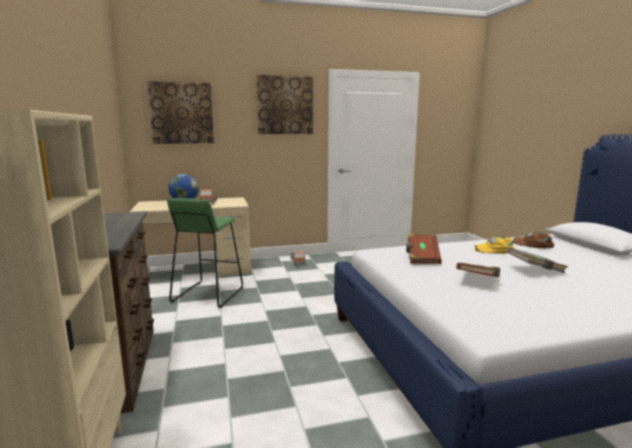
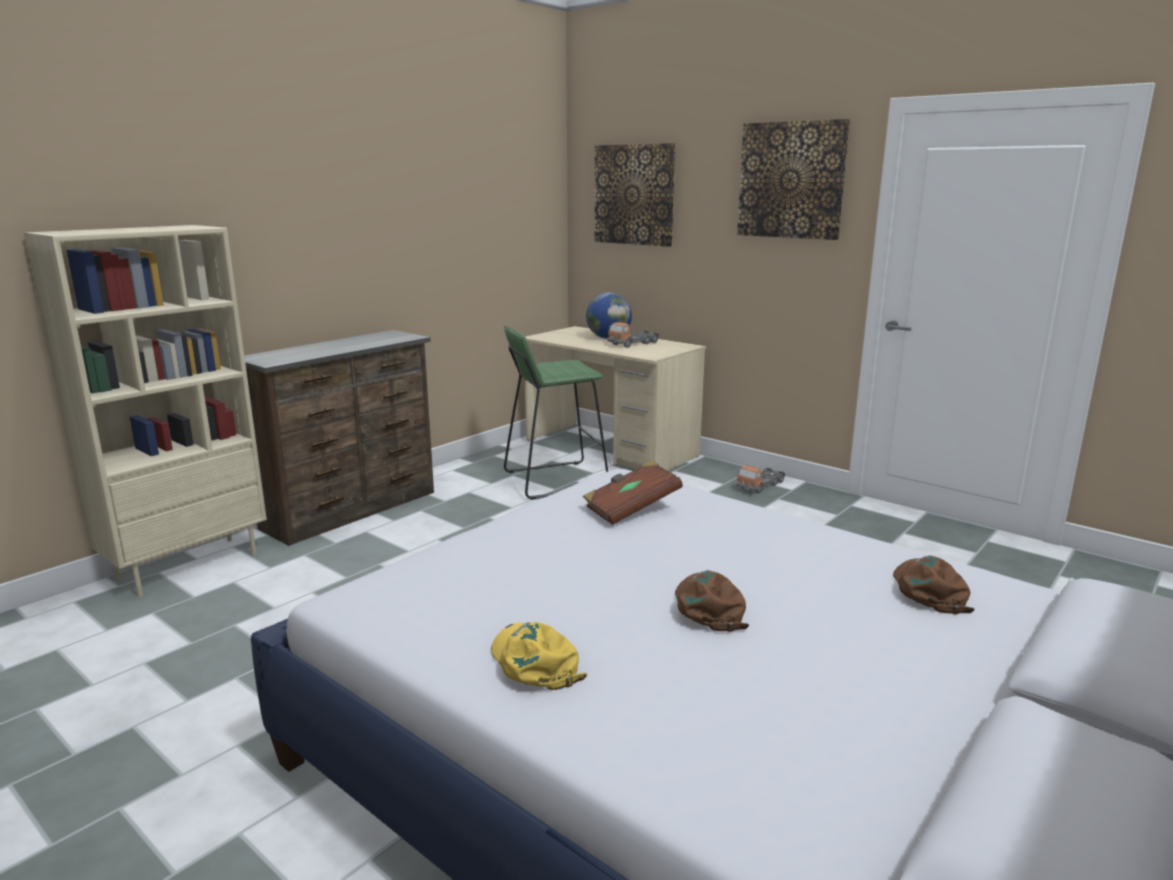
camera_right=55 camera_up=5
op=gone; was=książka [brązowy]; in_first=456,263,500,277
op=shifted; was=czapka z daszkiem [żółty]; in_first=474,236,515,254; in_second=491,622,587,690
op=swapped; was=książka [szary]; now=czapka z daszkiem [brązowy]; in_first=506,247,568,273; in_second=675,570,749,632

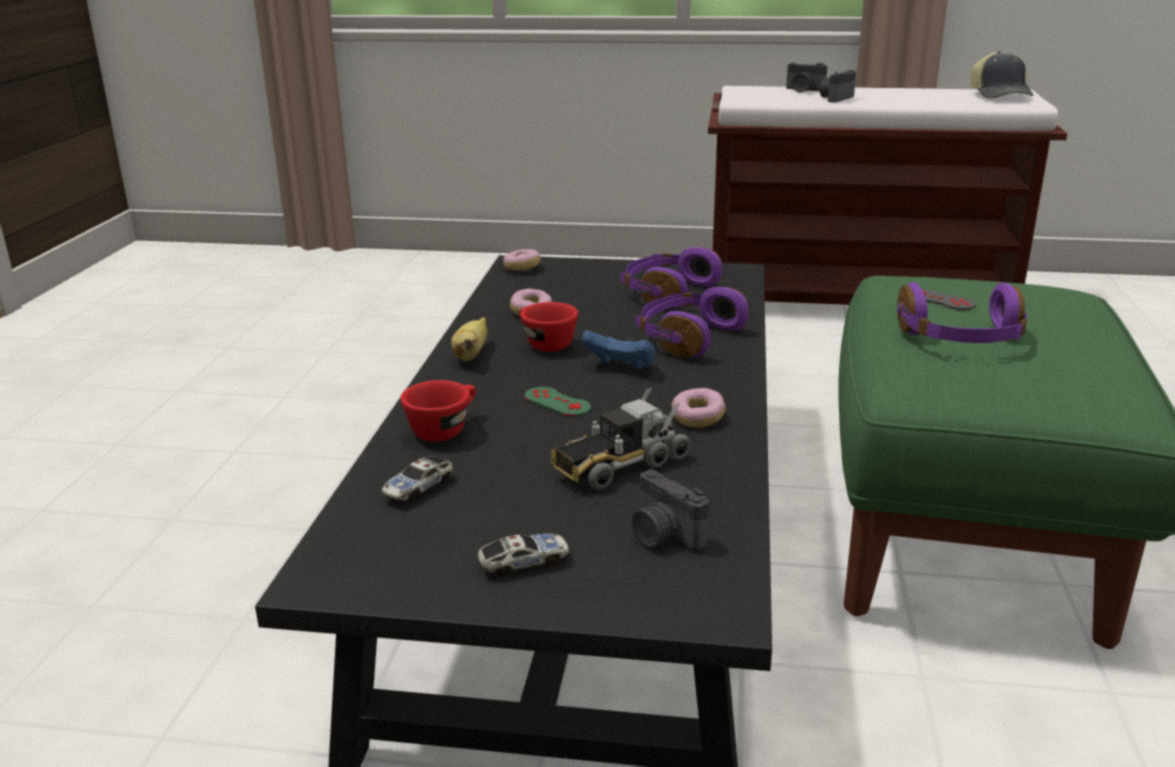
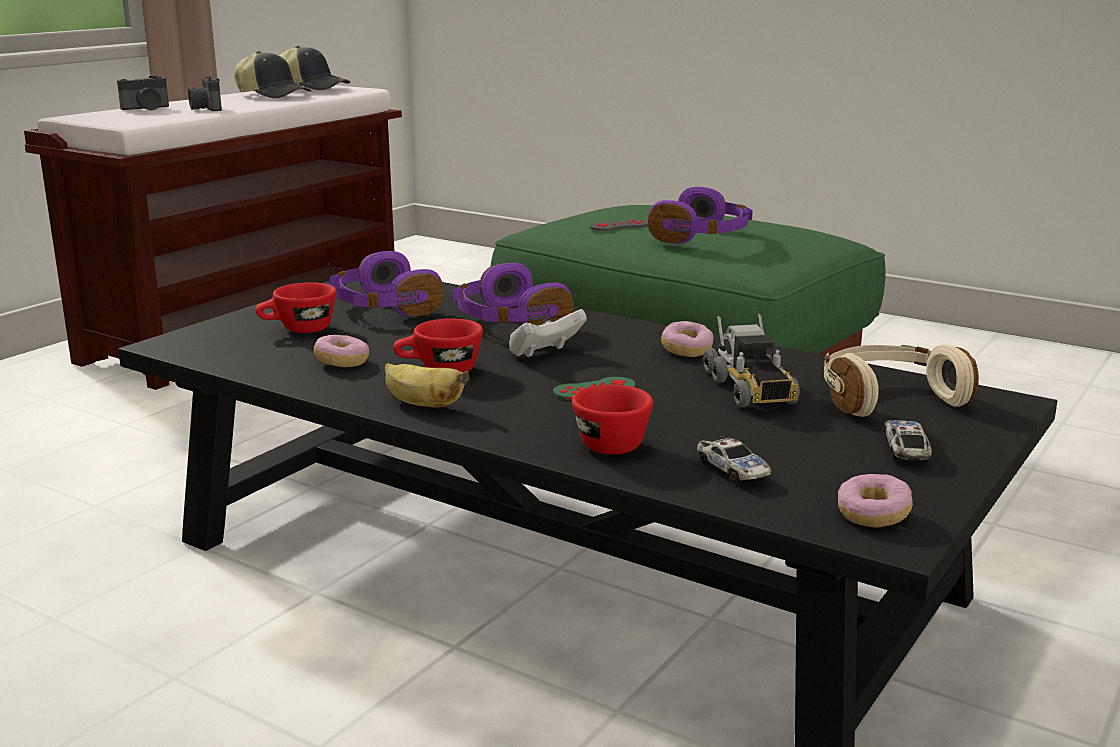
camera_right=-65 camera_up=-5
op=shifted; was=donut; in_first=503,249,540,271; in_second=838,474,913,528
op=repainted; was=pad do gier [niebieski]; now=pad do gier [biały]; in_first=582,330,655,370; in_second=509,309,587,358
op=swapped; was=aparat fotograficzny; now=słuchawki [beżowy]; in_first=631,470,709,552; in_second=823,344,979,417
op=new; now=czapka z daszkiem; in_second=234,51,312,98
op=new; now=filiżanka [czerwony]; in_second=255,282,336,333

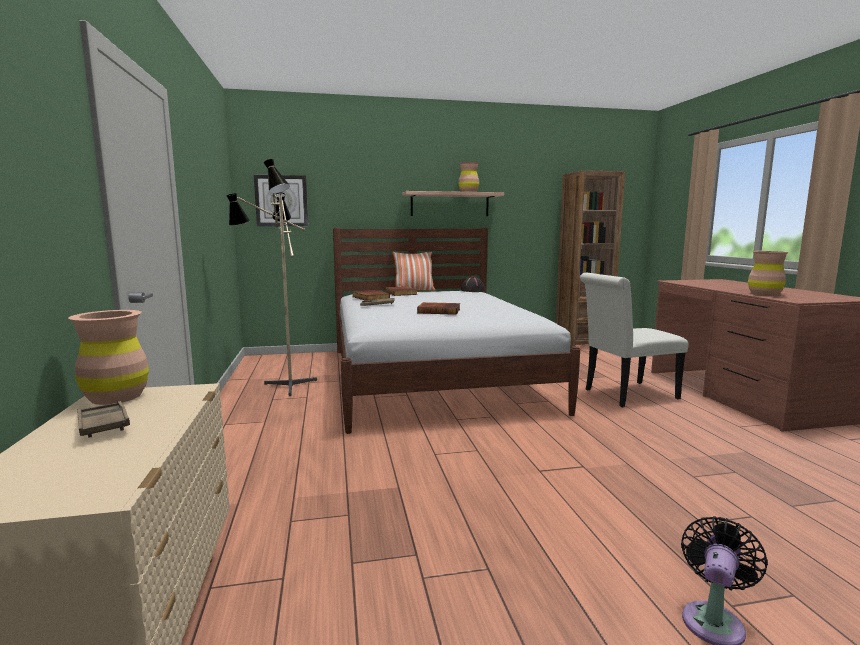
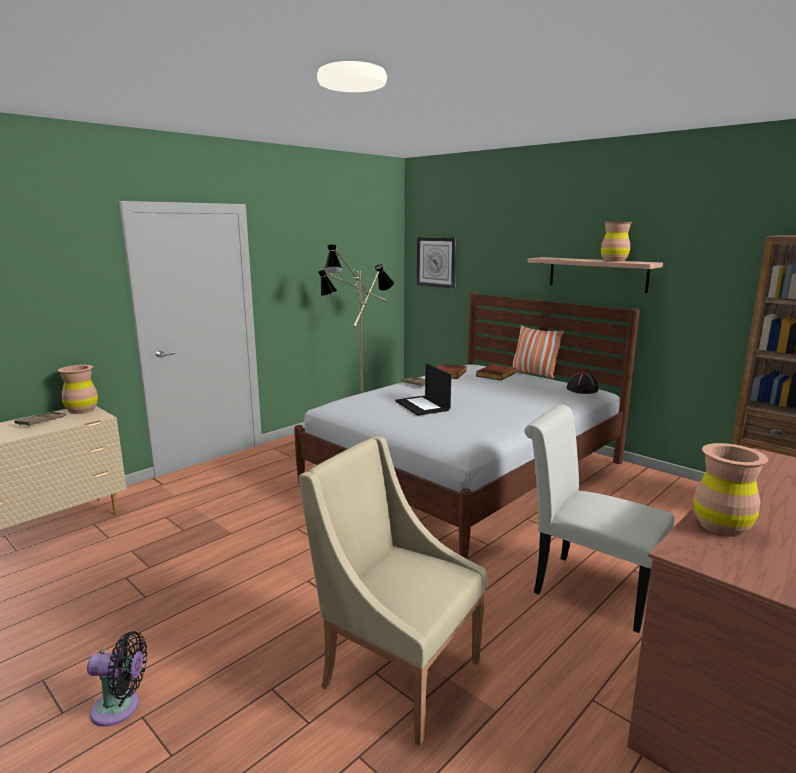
camera_right=55 camera_up=5
op=swapped; was=książka; now=laptop; in_first=417,302,460,315; in_second=395,364,451,416
op=new; now=fotel [beżowy]; in_second=299,436,487,746

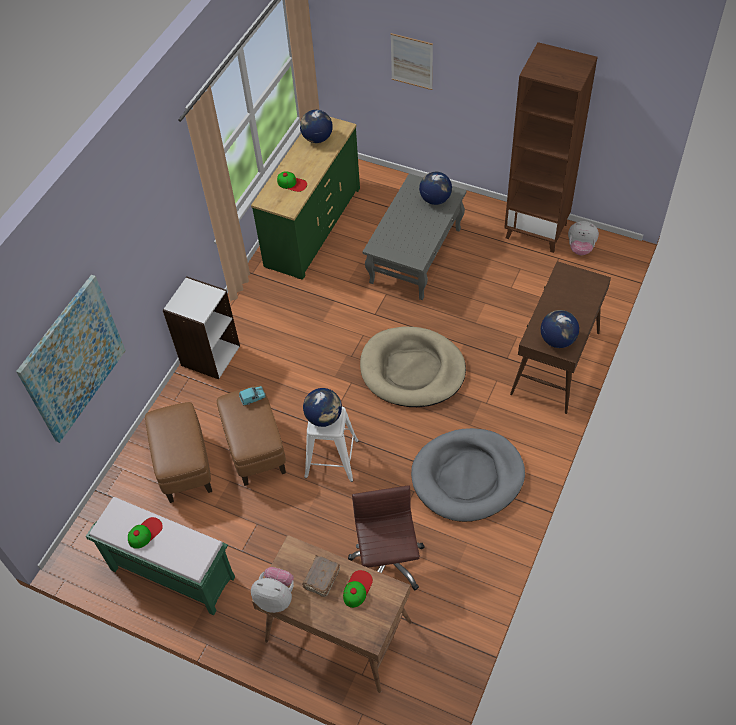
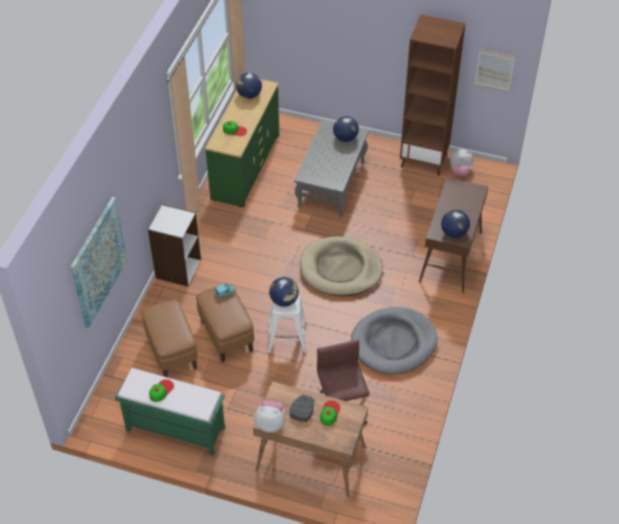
camera_right=-10 camera_up=-5
op=swapped; was=książka [brązowy]; now=czapka z daszkiem [czarny]; in_first=302,555,340,597; in_second=290,394,315,422
op=shifted; was=obraz; in_first=390,33,433,90; in_second=474,49,515,92

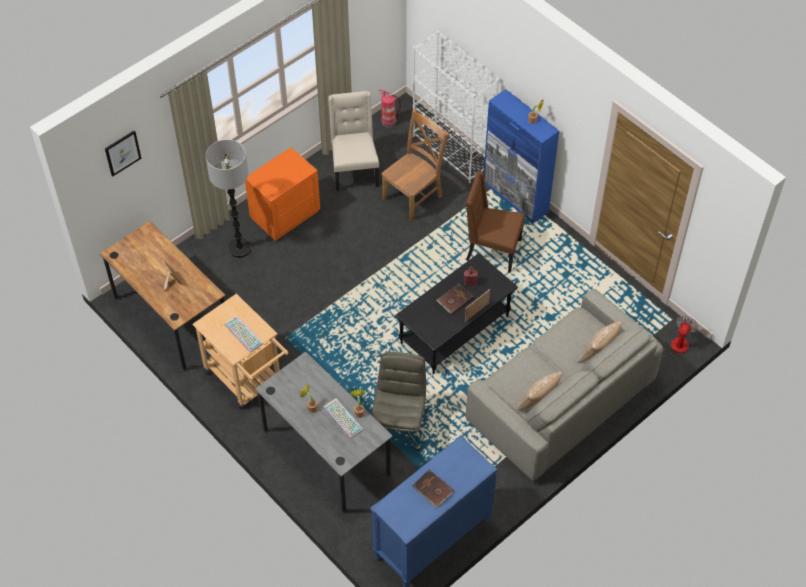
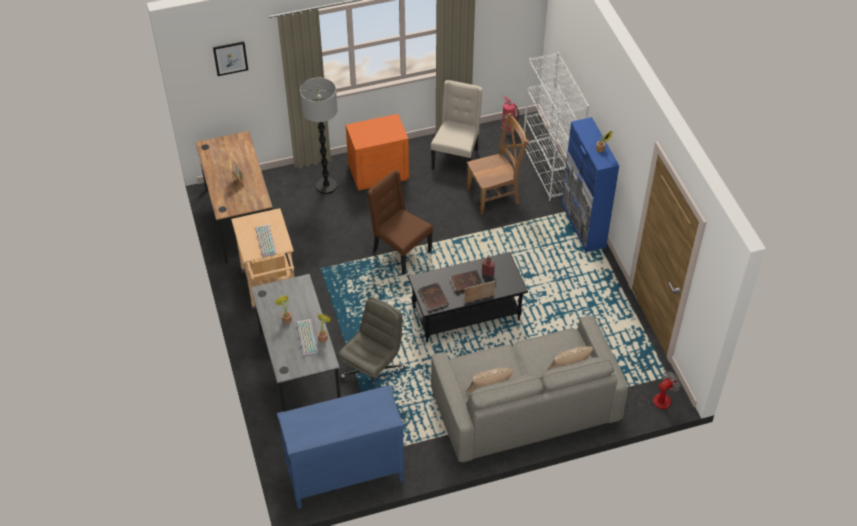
camera_right=25 camera_up=-5
op=shifted; was=książka [brązowy]; in_first=412,470,454,508; in_second=419,282,449,311
op=shifted; was=krzesło [brązowy]; in_first=466,171,525,273; in_second=367,170,433,275

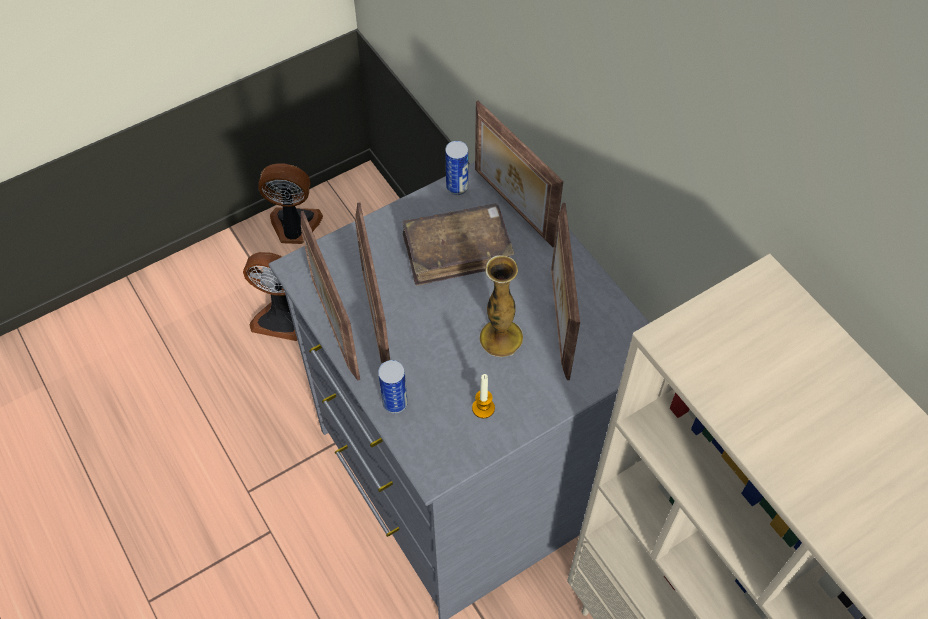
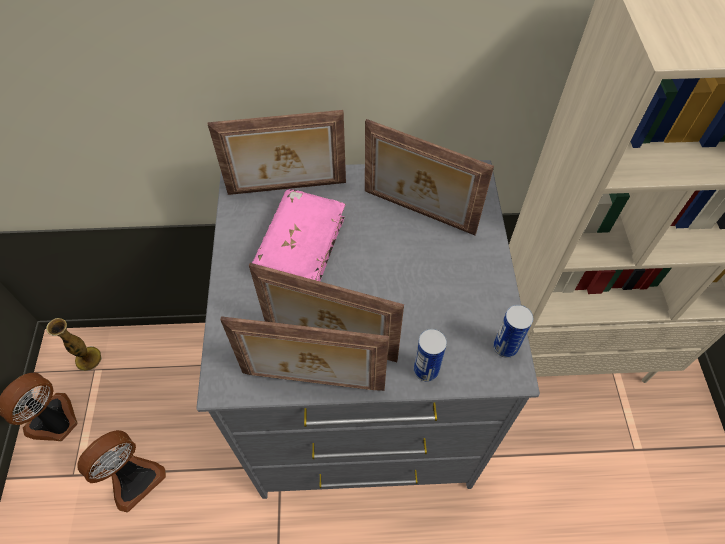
camera_right=-60 camera_up=0
op=repainted; was=książka [brązowy]; now=książka [różowy]; in_first=403,203,514,286; in_second=252,189,346,281
op=shifted; was=puszka; in_first=445,141,468,195; in_second=493,305,533,358
op=gone; was=świeca; in_first=472,374,495,418
op=shifted; was=wazon; in_first=479,255,523,357; in_second=46,318,102,371

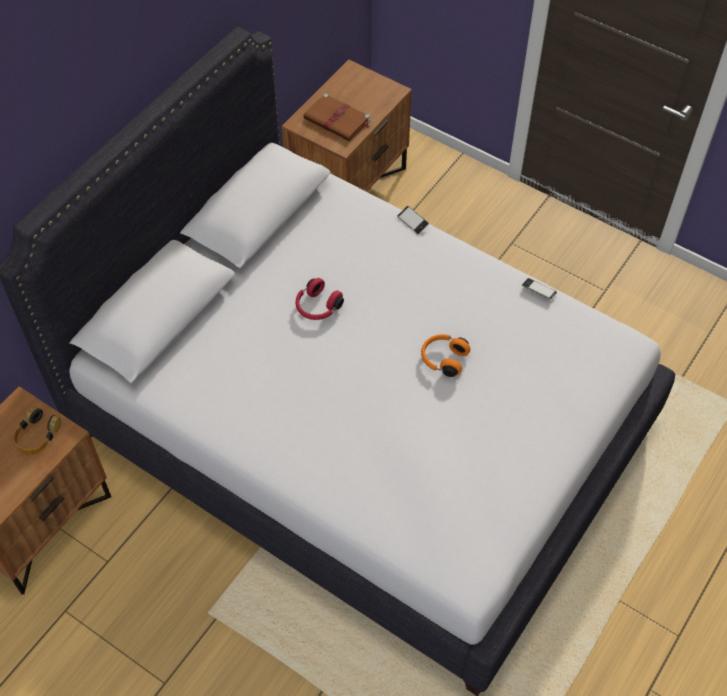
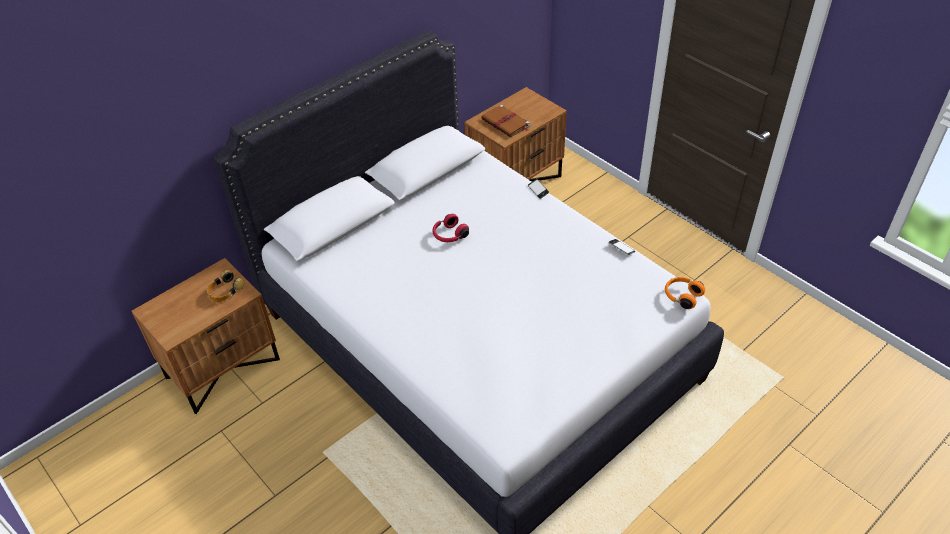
camera_right=15 camera_up=-10
op=shifted; was=słuchawki [pomarańczowy]; in_first=421,334,470,377; in_second=665,277,705,309

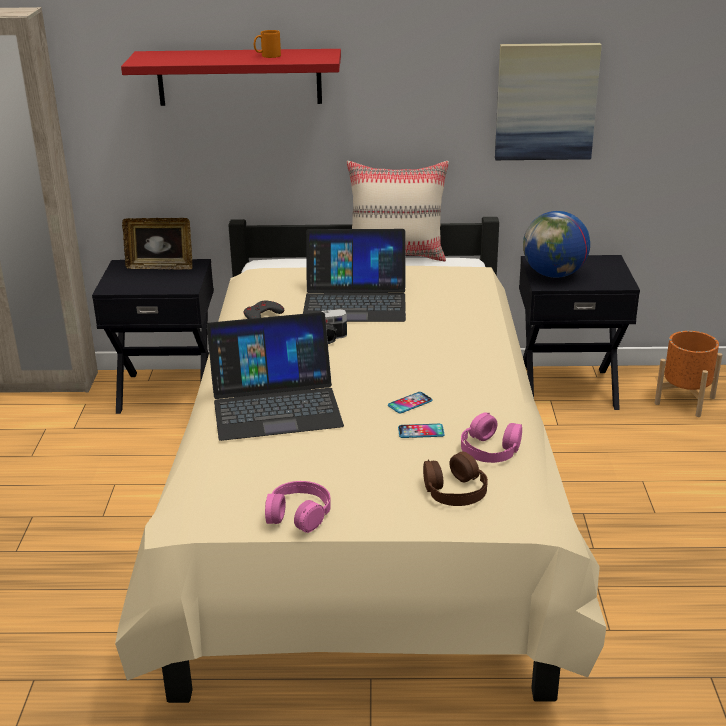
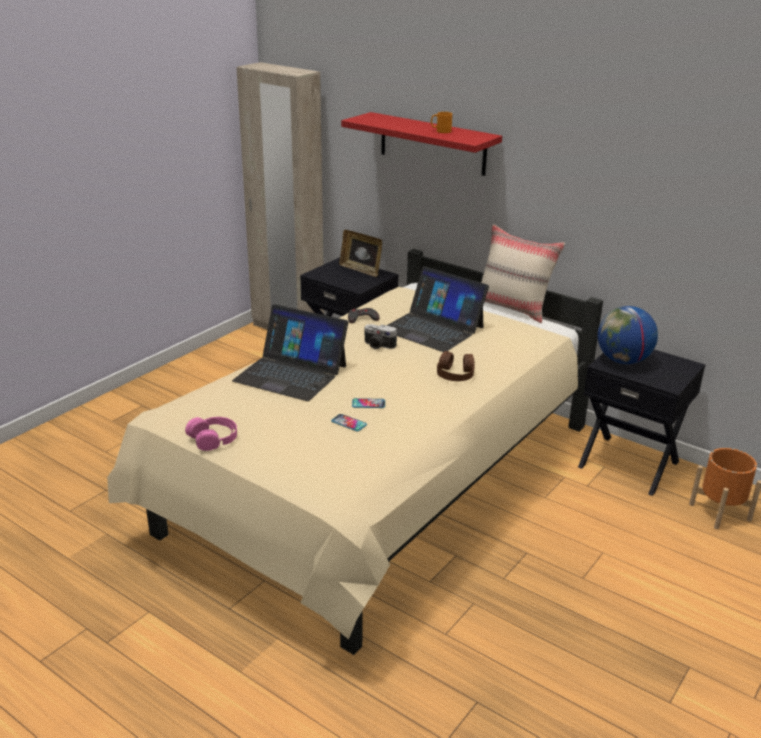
camera_right=35 camera_up=0
op=shifted; was=słuchawki [brązowy]; in_first=423,451,488,506; in_second=437,351,475,381
op=gone; was=słuchawki [różowy]; in_first=461,413,522,463
op=gone; was=obraz; in_first=495,43,602,160

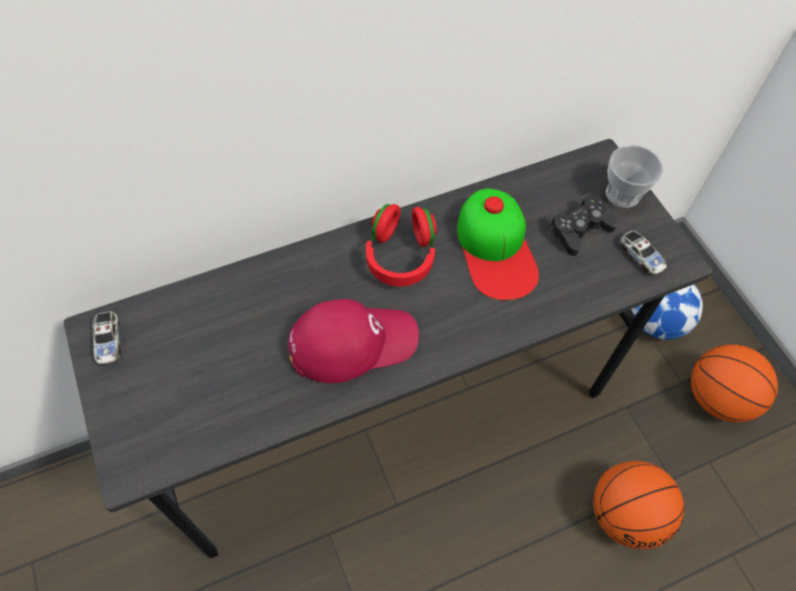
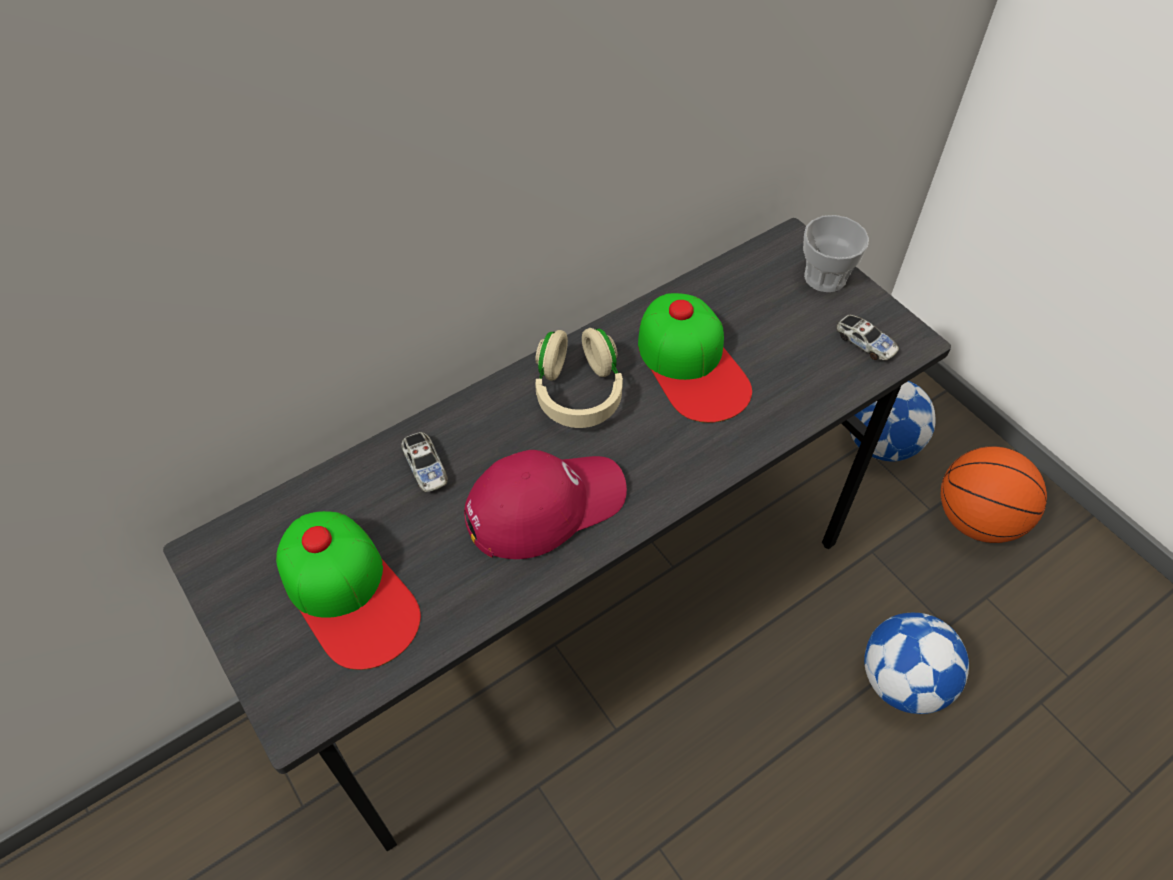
camera_right=-10 camera_up=-5
op=shifted; was=samochodzik; in_first=93,311,121,364; in_second=401,432,448,492
op=repainted; was=słuchawki [czerwony]; now=słuchawki [beżowy]; in_first=366,204,437,287; in_second=535,328,623,428
op=gone; was=pad do gier [czarny]; in_first=549,194,617,256
op=swapped; was=piłka do koszykówki; now=piłka futbolowa; in_first=593,461,684,549; in_second=864,613,969,714
op=new; now=czapka z daszkiem; in_second=276,511,421,670

